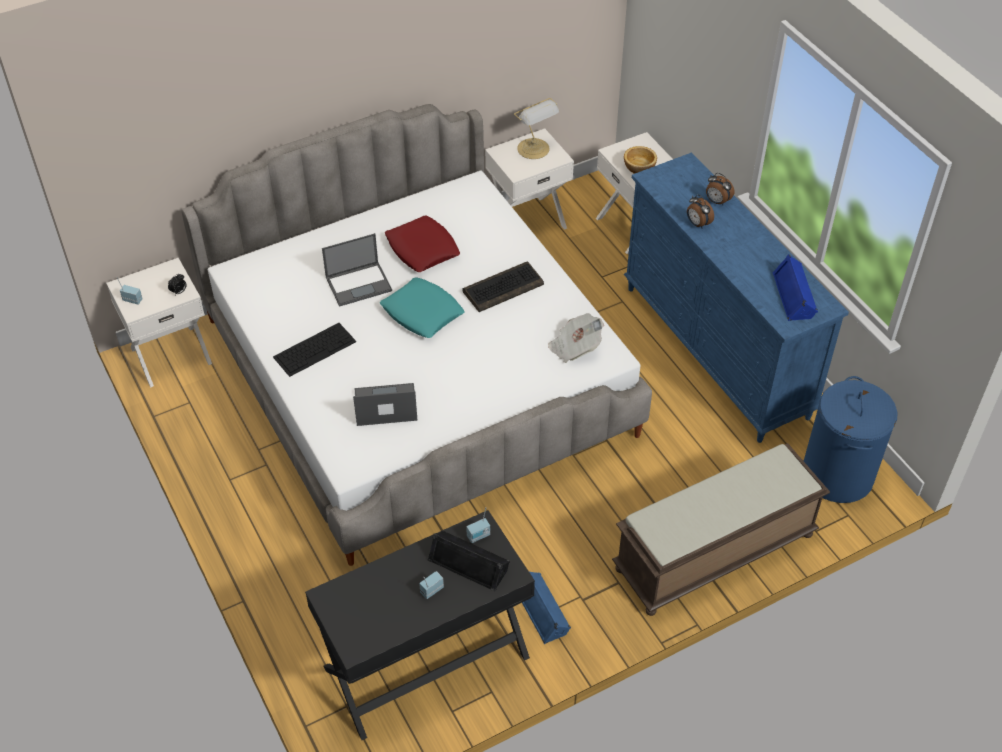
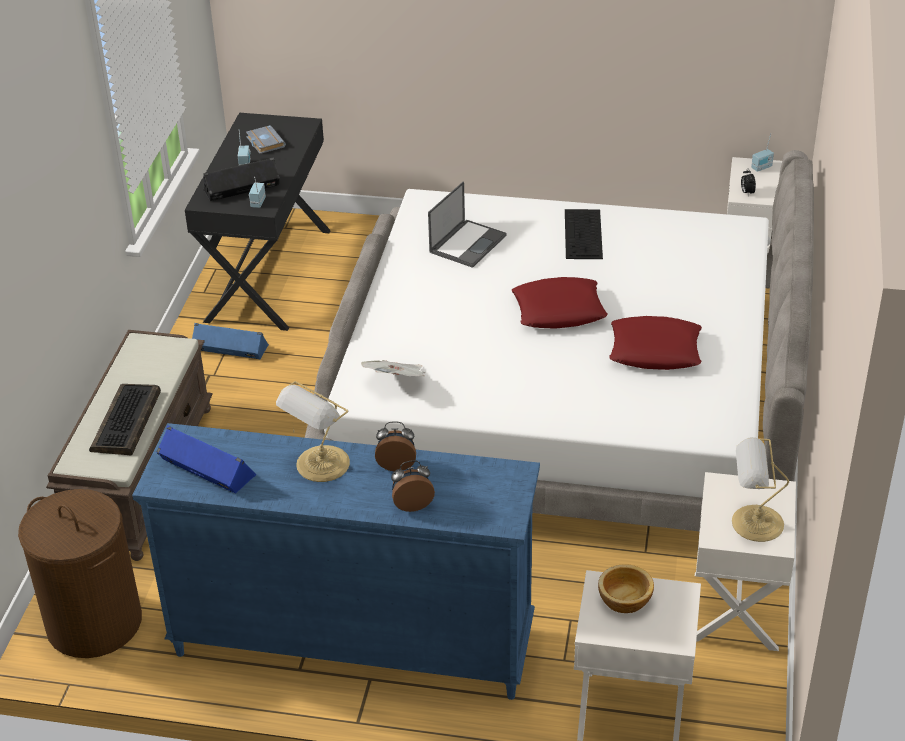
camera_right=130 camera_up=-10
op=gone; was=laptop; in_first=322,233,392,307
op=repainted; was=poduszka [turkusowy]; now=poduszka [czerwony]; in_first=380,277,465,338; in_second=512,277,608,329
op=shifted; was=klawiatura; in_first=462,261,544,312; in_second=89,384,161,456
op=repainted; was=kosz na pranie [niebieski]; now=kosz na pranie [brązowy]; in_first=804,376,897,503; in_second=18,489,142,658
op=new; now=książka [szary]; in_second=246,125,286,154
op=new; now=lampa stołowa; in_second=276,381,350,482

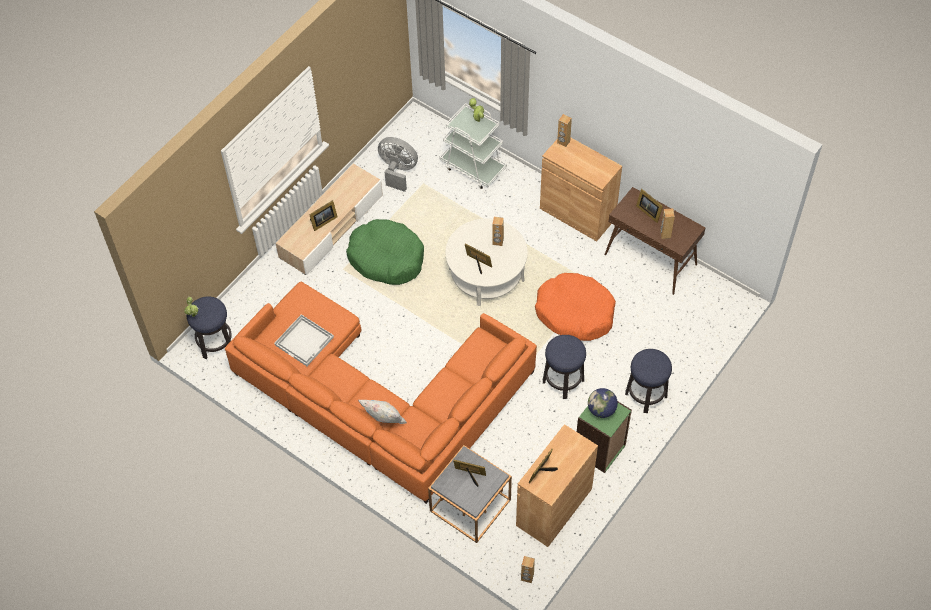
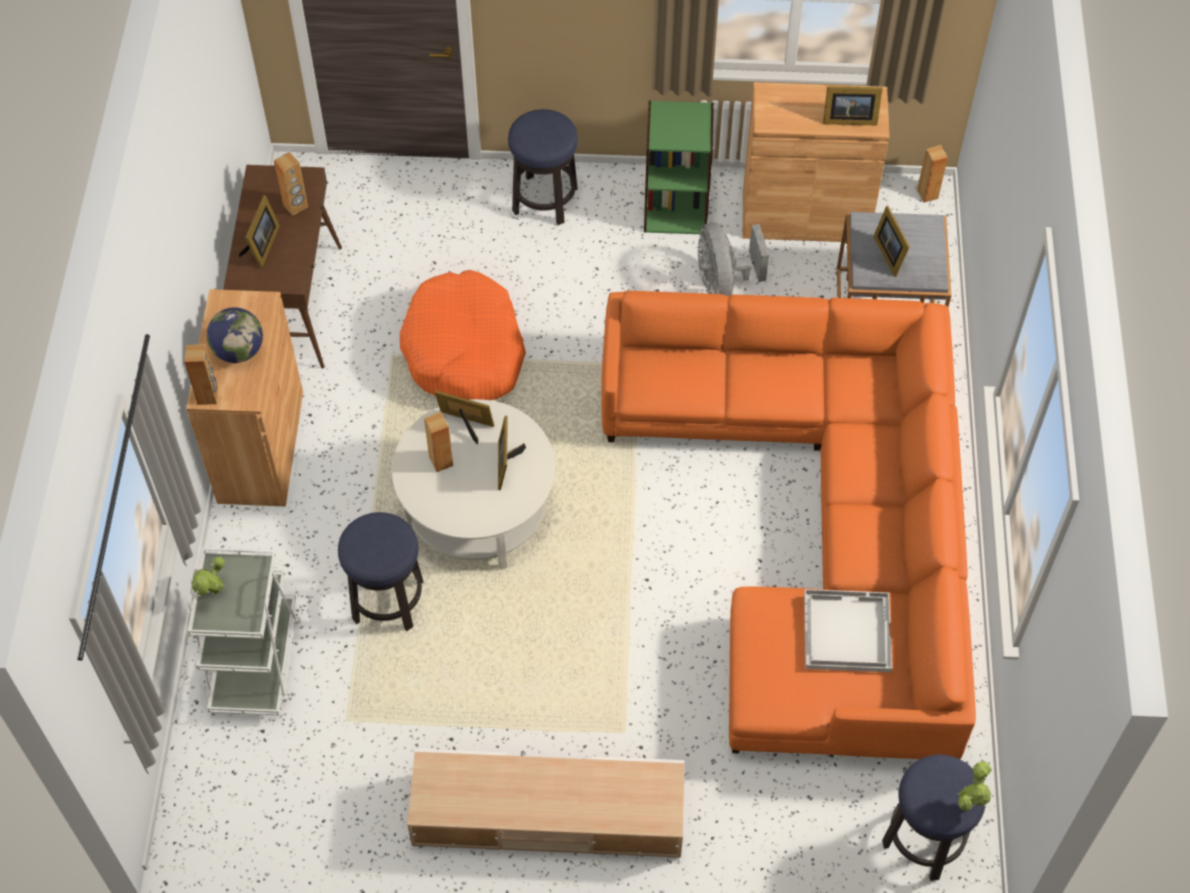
camera_right=-125 camera_up=0
op=shifted; was=ramka na zdjęcie; in_first=309,200,337,231; in_second=435,391,494,445
op=gone; was=legowisko [zielony]; in_first=346,219,424,285
op=gone; was=poduszka [biały]; in_first=358,400,407,424
op=shifted; was=wentylator [szary]; in_first=378,137,418,192; in_second=698,222,769,296
op=shifted; was=stołek; in_first=543,335,586,399; in_second=338,512,423,631
op=shifted; was=globus; in_first=588,388,618,418; in_second=207,307,263,363

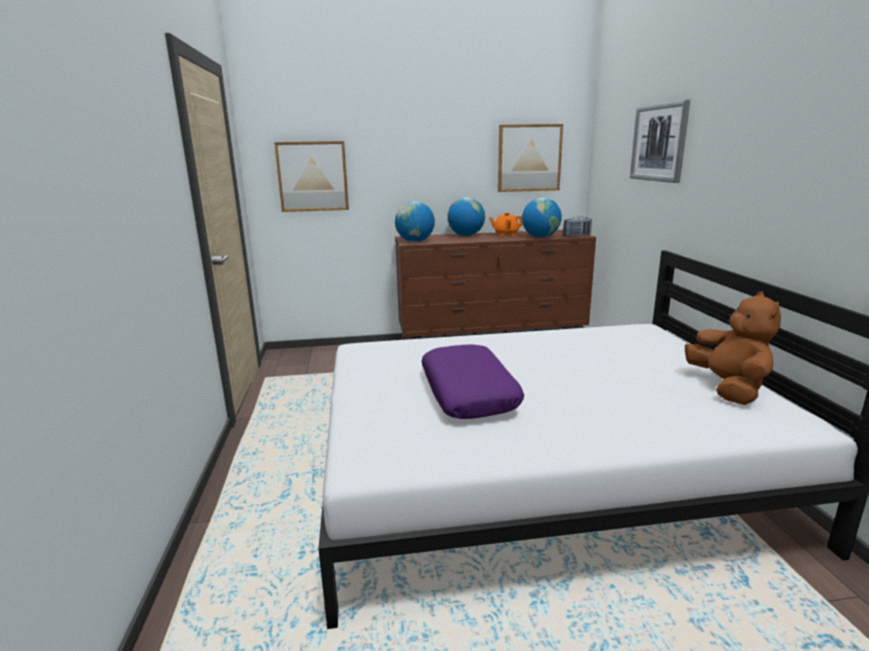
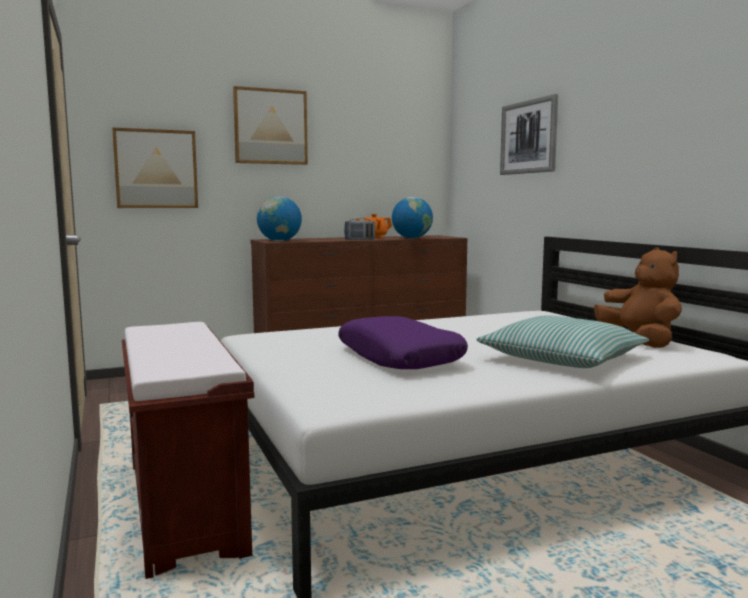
camera_right=-15 camera_up=-10
op=gone; was=globus; in_first=447,197,485,236
op=shifted; was=obraz; in_first=498,124,563,192; in_second=233,86,308,165
op=shifted; was=radio; in_first=563,216,592,237; in_second=344,218,375,240
op=new; now=ławka [brązowy]; in_second=122,322,254,579
op=new; now=poduszka; in_second=476,316,649,368

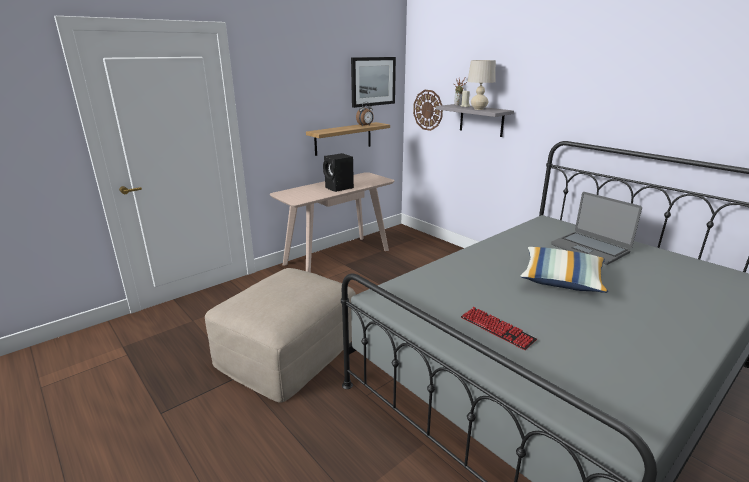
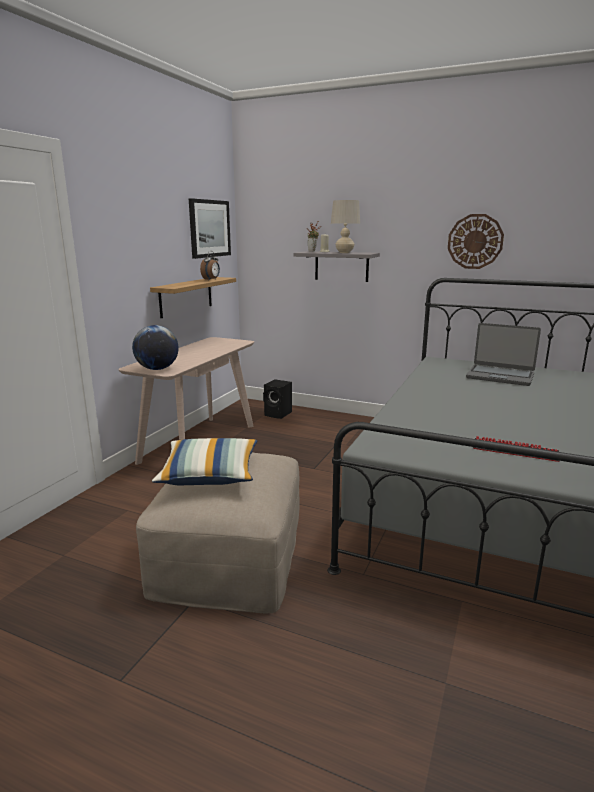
camera_right=-25 camera_up=-5
op=shifted; was=głośnik [czarny]; in_first=323,153,354,192; in_second=263,379,292,419
op=shifted; was=zegar ścienny; in_first=413,90,443,131; in_second=448,214,504,269
op=shifted; was=poduszka; in_first=520,247,608,293; in_second=152,438,257,485
op=new; now=globus; in_second=132,325,179,370

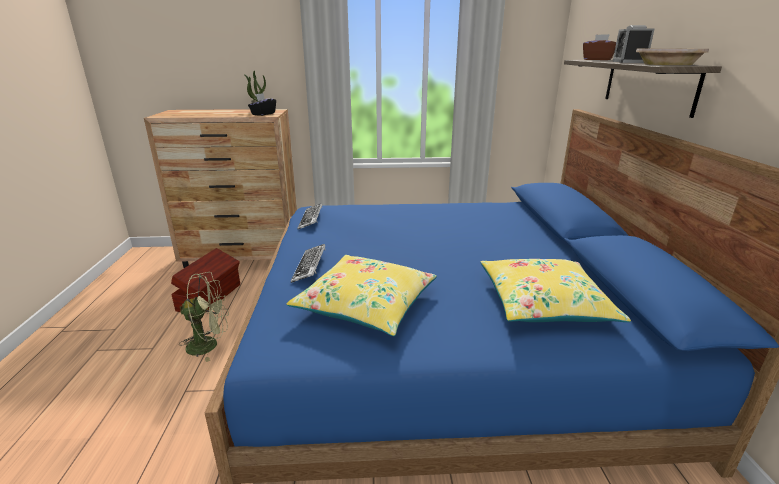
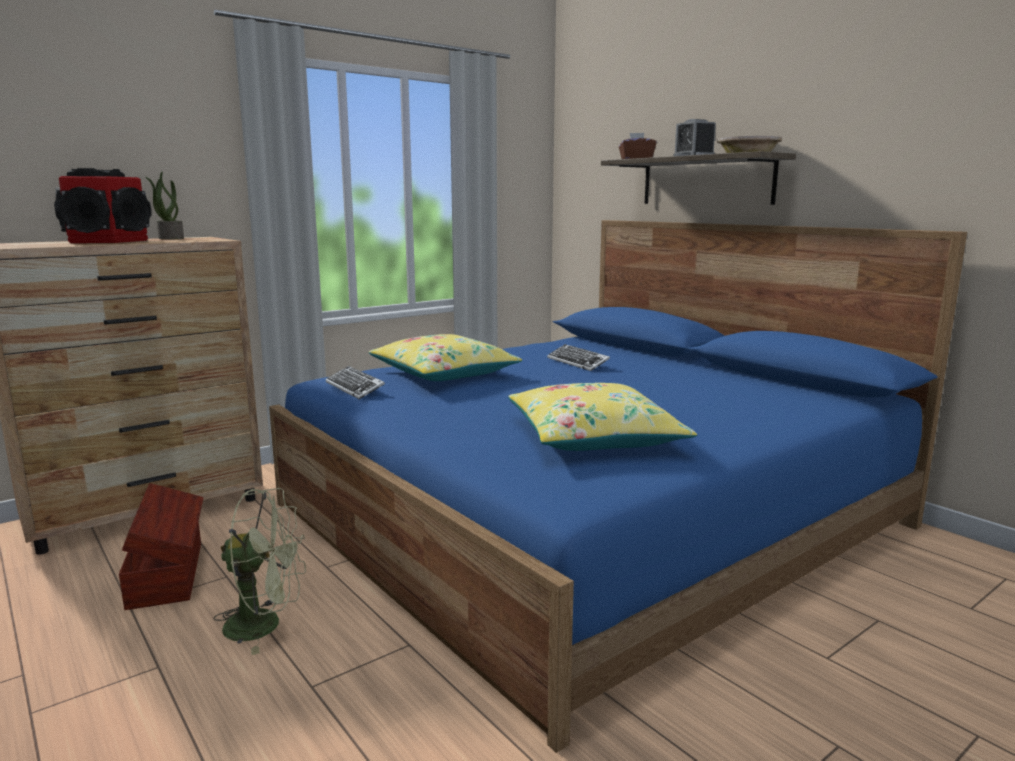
camera_right=-35 camera_up=-10
op=rotated; was=wentylator [zielony]; in_first=179,272,229,362; in_second=214,488,306,655; clockwise=45
op=gone; was=pudełko chusteczek [czarny]; in_first=248,93,276,116
op=shifted; was=klawiatura; in_first=291,244,326,283; in_second=547,344,610,371
op=shifted; was=poduszka [żółty]; in_first=481,259,631,322; in_second=369,334,522,381
op=new; now=głośnik; in_second=54,168,152,243

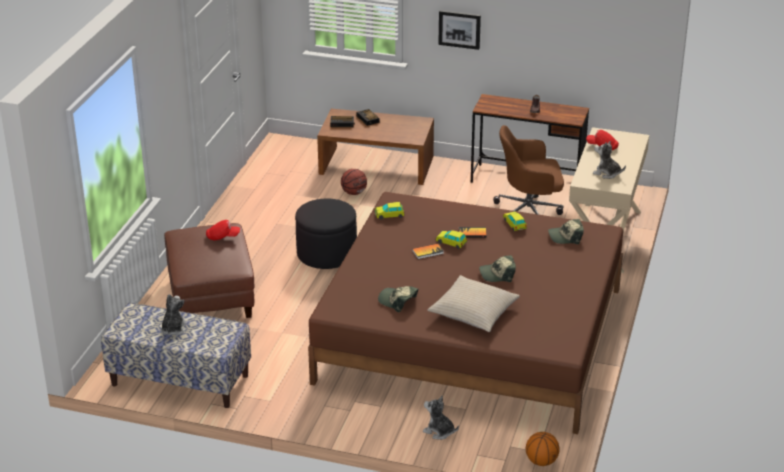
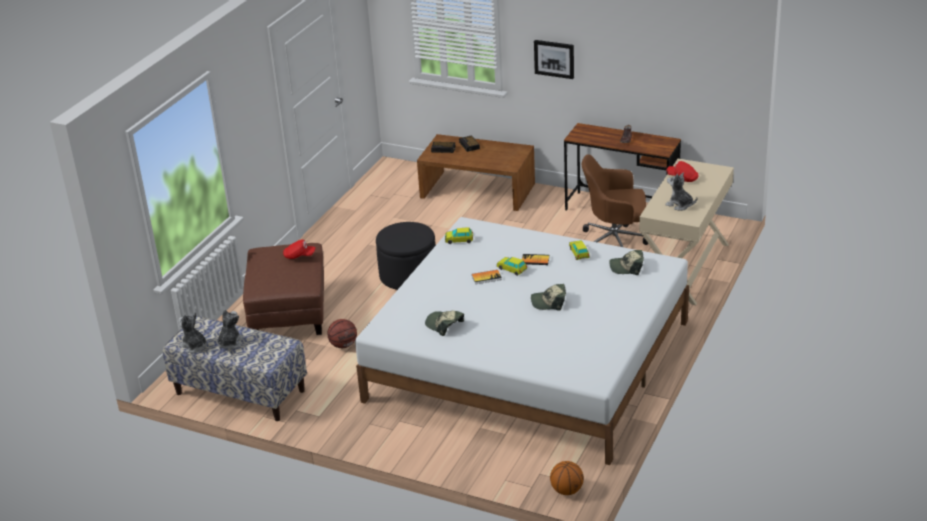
camera_right=10 camera_up=0
op=repainted; was=łóżko [brązowy]; now=łóżko [biały]; in_first=308,192,623,434; in_second=355,217,689,465
op=shifted; was=piłka do koszykówki; in_first=341,169,367,195; in_second=327,319,357,348
op=shifted; was=pluszak; in_first=423,395,459,440; in_second=178,312,207,353
op=gone; was=poduszka [beżowy]; in_first=427,275,520,332

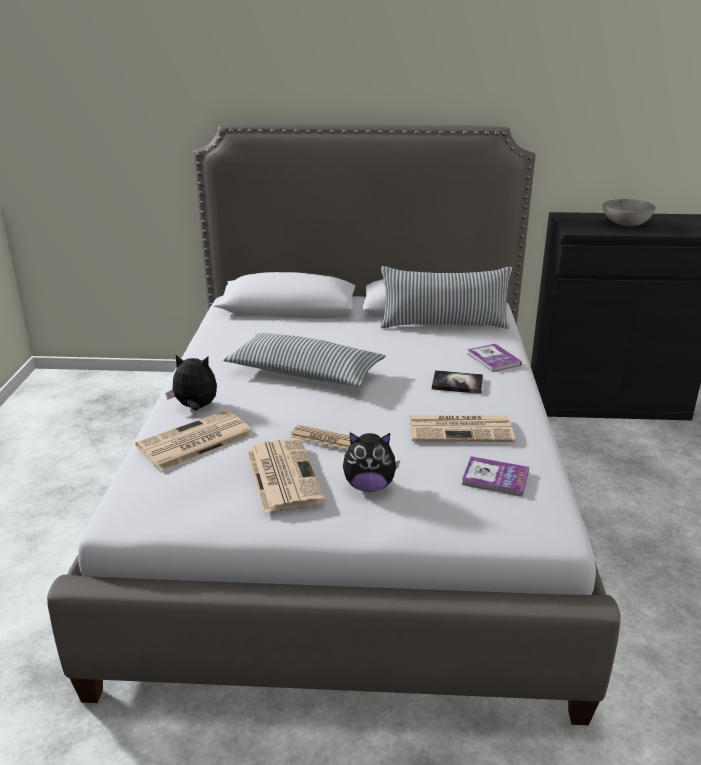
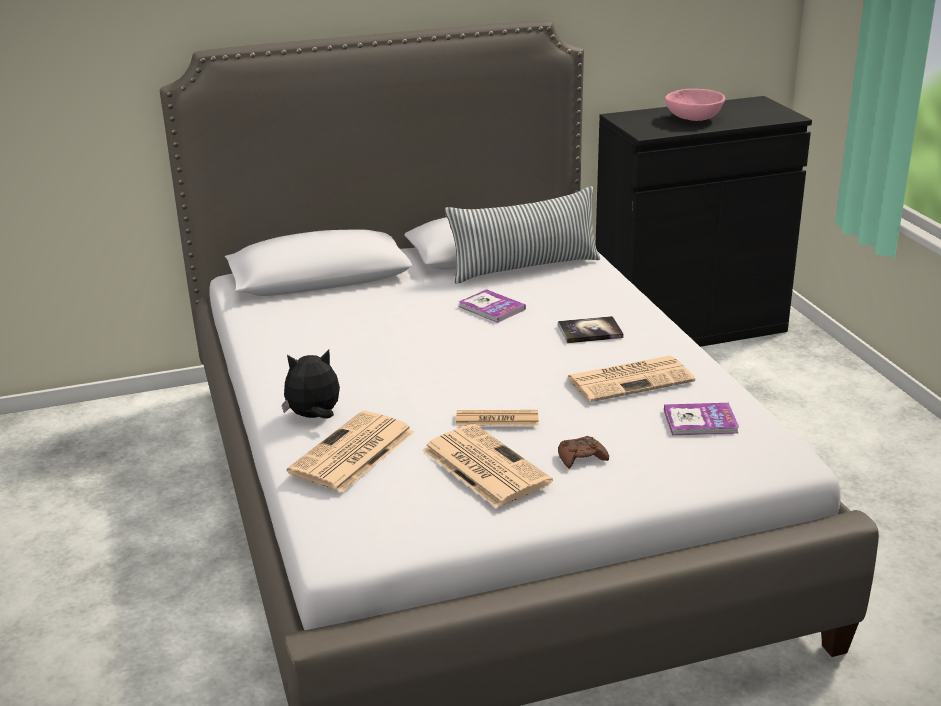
camera_right=-20 camera_up=0
op=gone; was=poduszka; in_first=223,333,386,387
op=swapped; was=pluszak; now=pad do gier [brązowy]; in_first=343,432,400,492; in_second=558,436,609,469
op=shifted; was=książka; in_first=467,344,522,372; in_second=459,289,526,323
op=repainted; was=miska [szary]; now=miska [różowy]; in_first=602,199,656,226; in_second=665,89,725,121

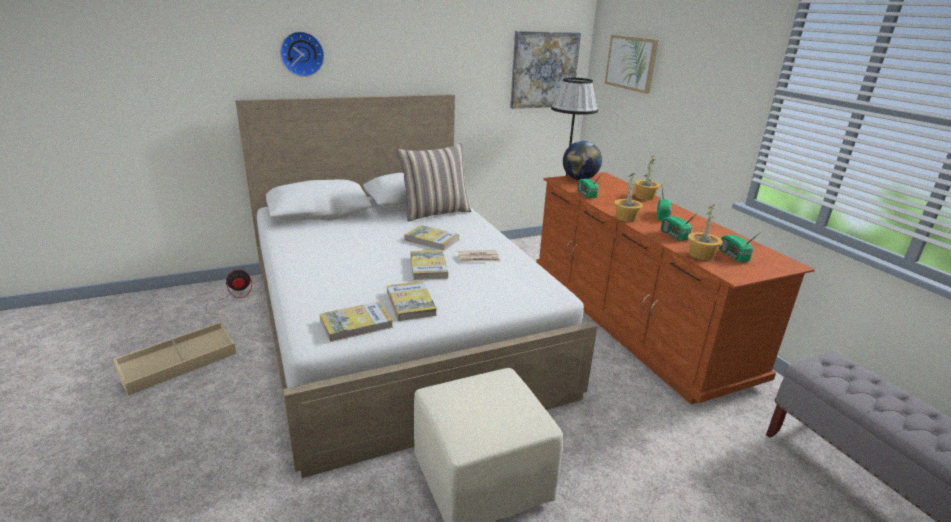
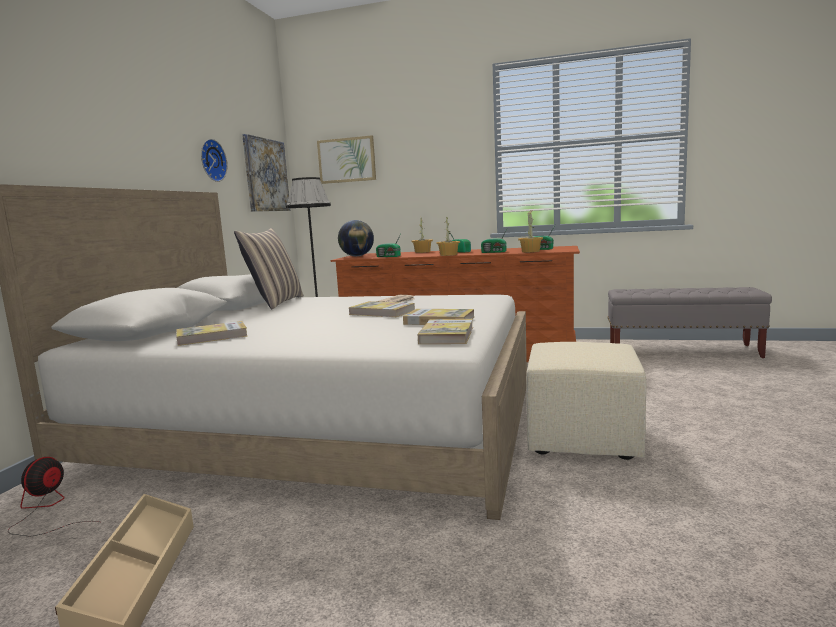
camera_right=-50 camera_up=-15
op=shifted; was=zegar ścienny; in_first=280,31,324,77; in_second=201,139,227,182
op=shifted; was=książka; in_first=404,225,459,251; in_second=176,321,247,346

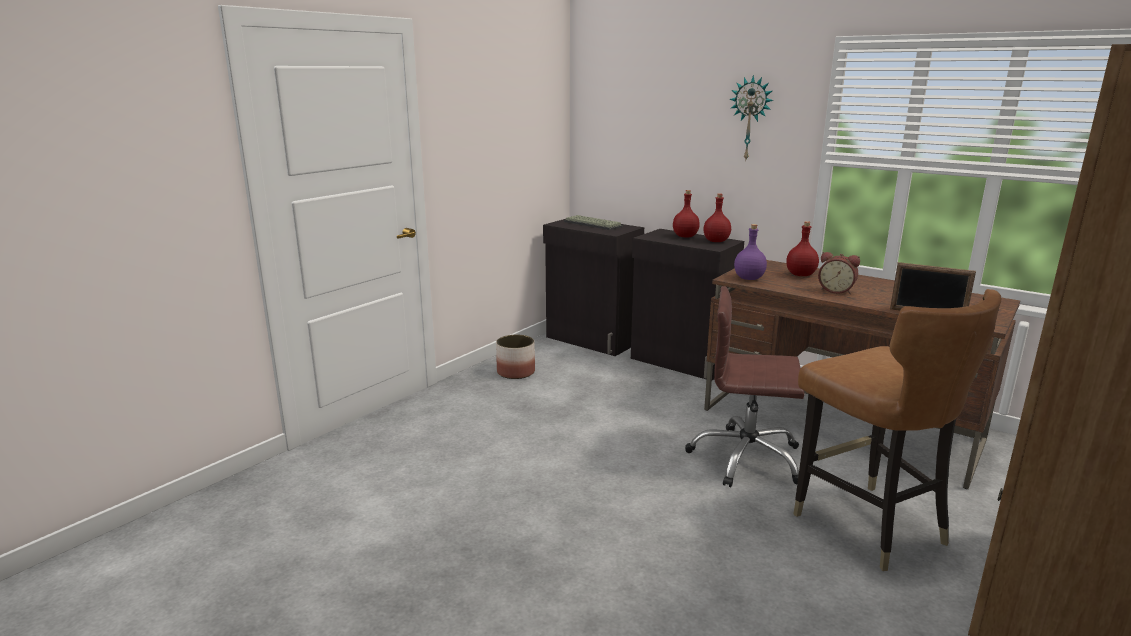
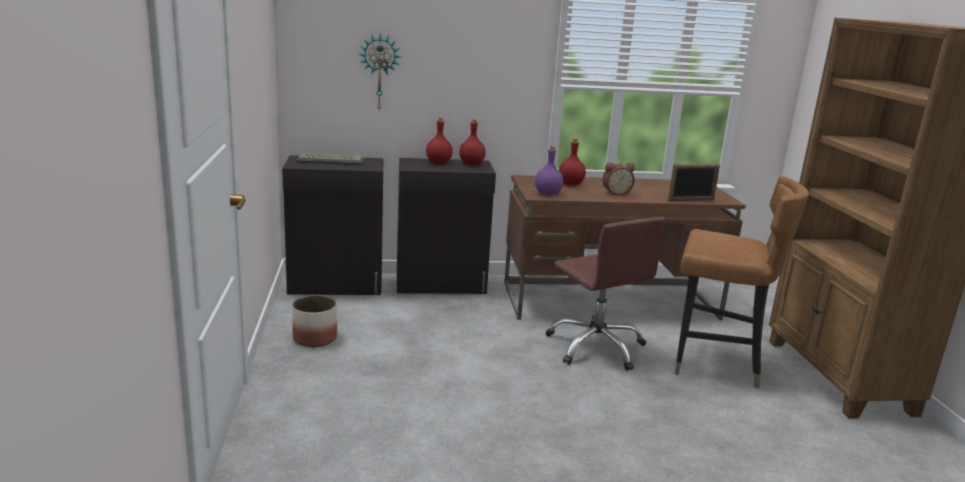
camera_right=-45 camera_up=0
op=rotated; was=krzesło biurowe [brązowy]; in_first=685,286,804,487; in_second=545,217,666,371; clockwise=-90
op=shifted; was=zegar ścienny; in_first=730,75,774,162; in_second=358,33,402,110

